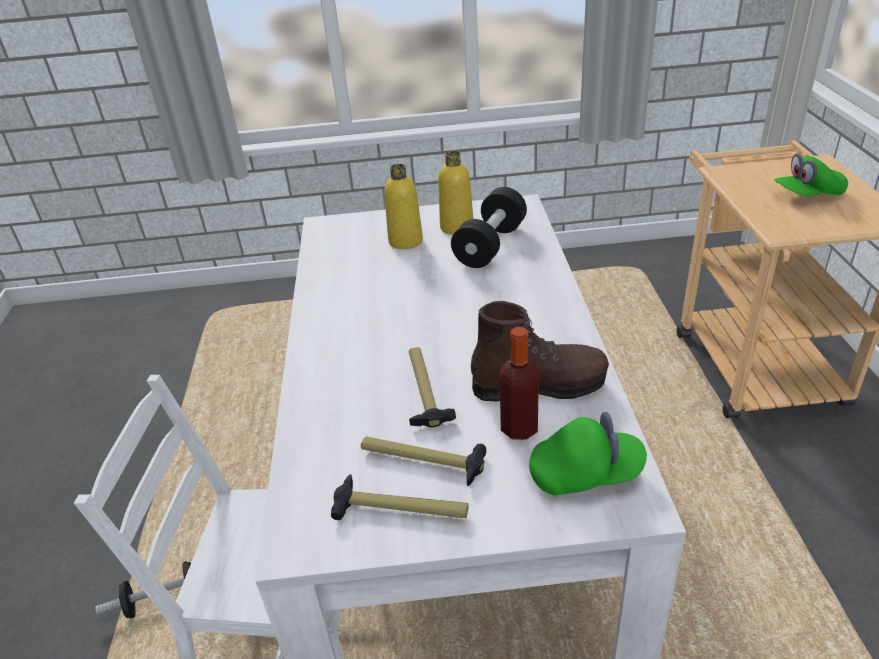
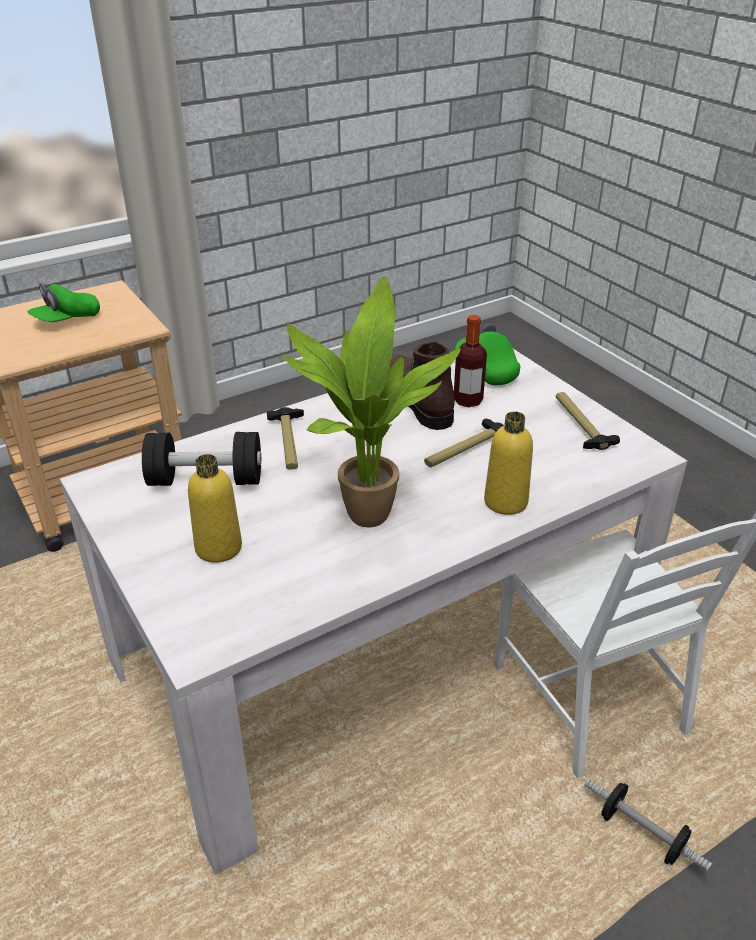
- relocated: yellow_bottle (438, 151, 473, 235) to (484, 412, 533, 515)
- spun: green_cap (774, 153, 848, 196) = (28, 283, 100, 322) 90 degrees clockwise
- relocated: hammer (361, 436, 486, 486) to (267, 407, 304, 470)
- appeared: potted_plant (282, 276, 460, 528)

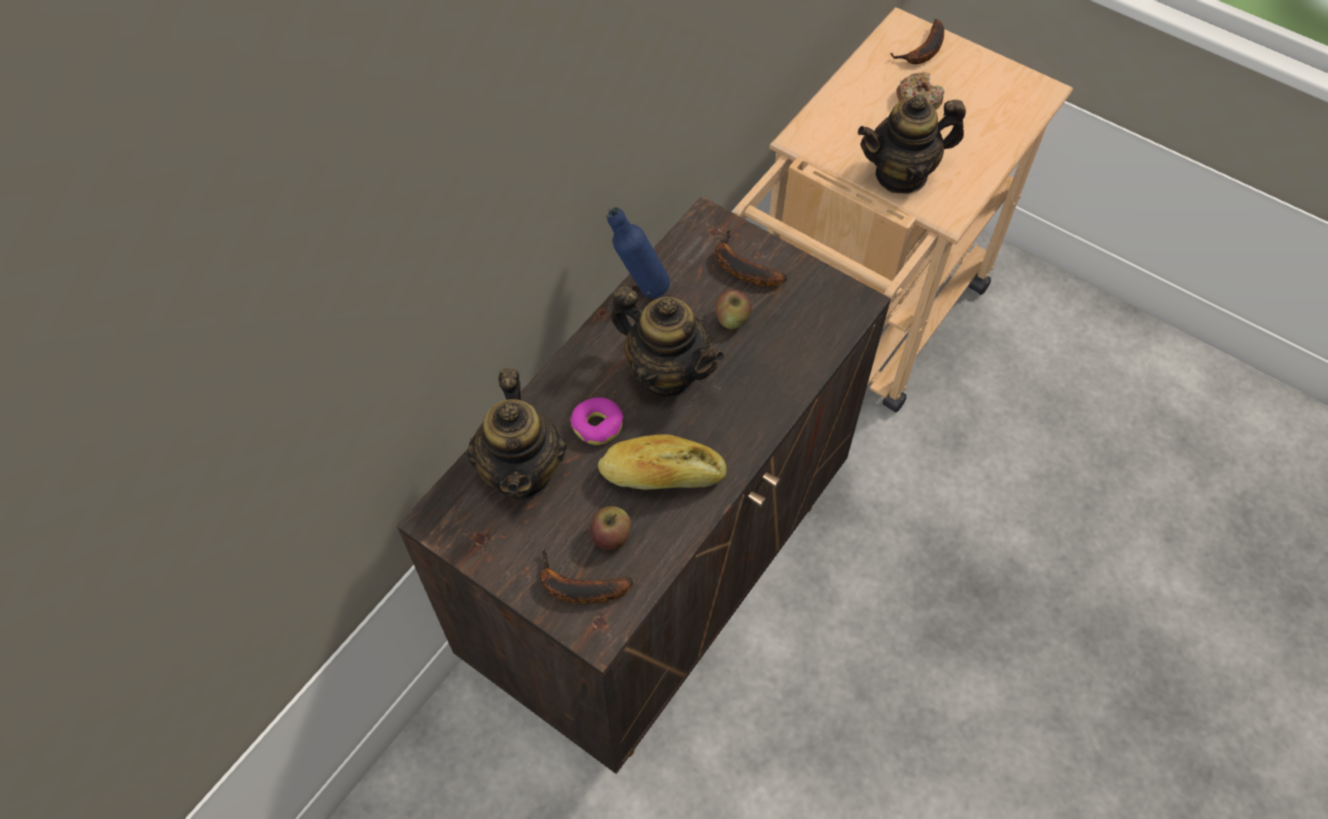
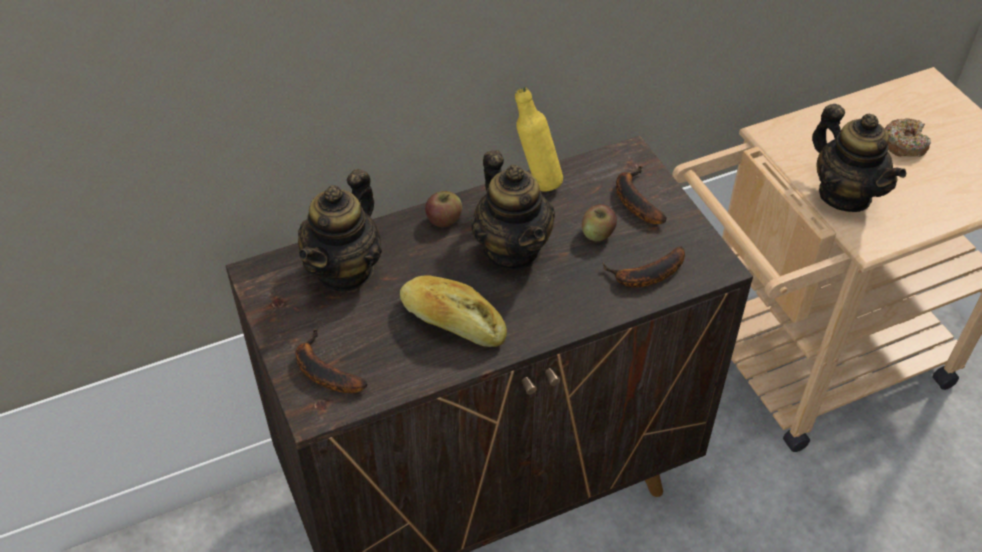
- relocated: banana (890, 19, 944, 64) to (602, 246, 685, 288)
- spun: teapot (858, 95, 966, 194) = (812, 104, 906, 212) 135 degrees counterclockwise
- colour: blue_bottle (607, 207, 670, 298) to yellow_bottle (515, 87, 563, 192)
- missing: donut (571, 397, 623, 445)
- relocated: apple (590, 506, 631, 550) to (425, 191, 462, 227)

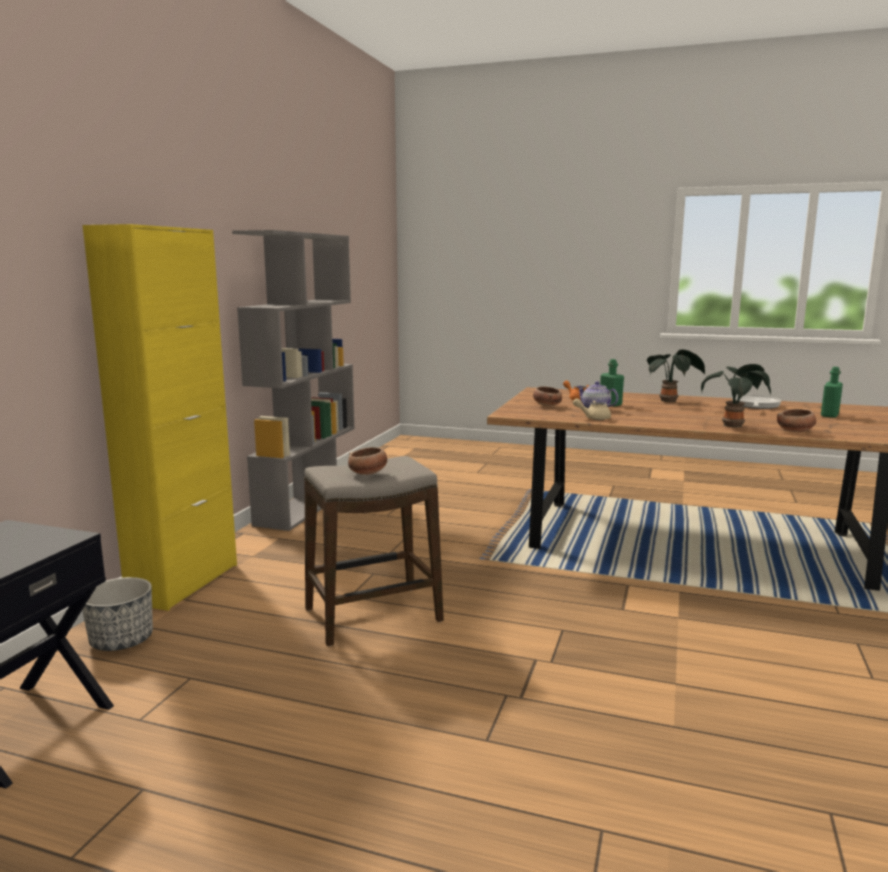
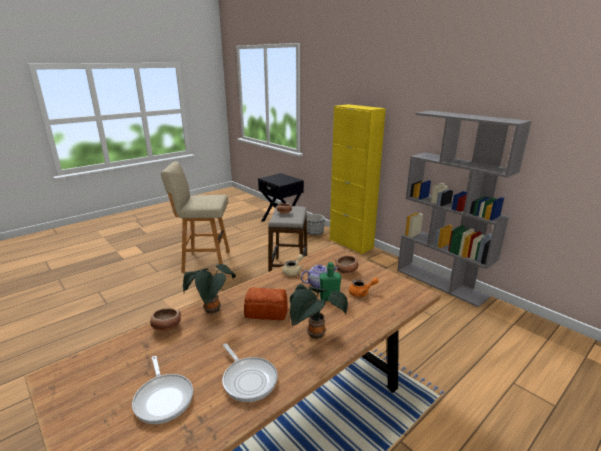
- exchanged: green_bottle (821, 367, 843, 418) to frying_pan (132, 356, 193, 424)
- appeared: beige_stool (161, 162, 230, 272)
- appeared: bread (244, 287, 288, 320)

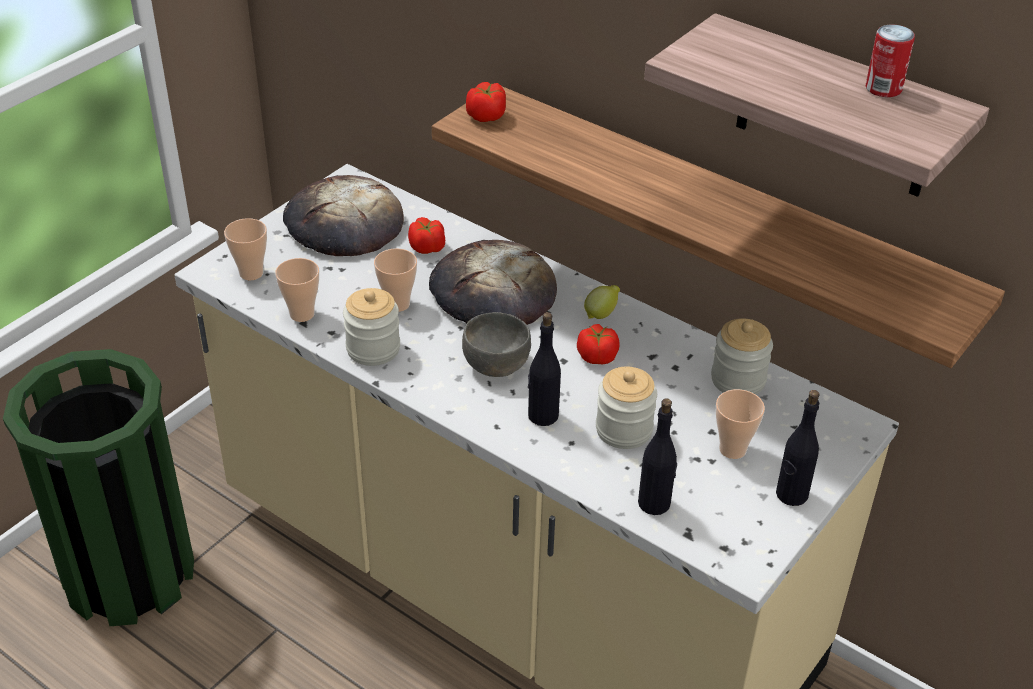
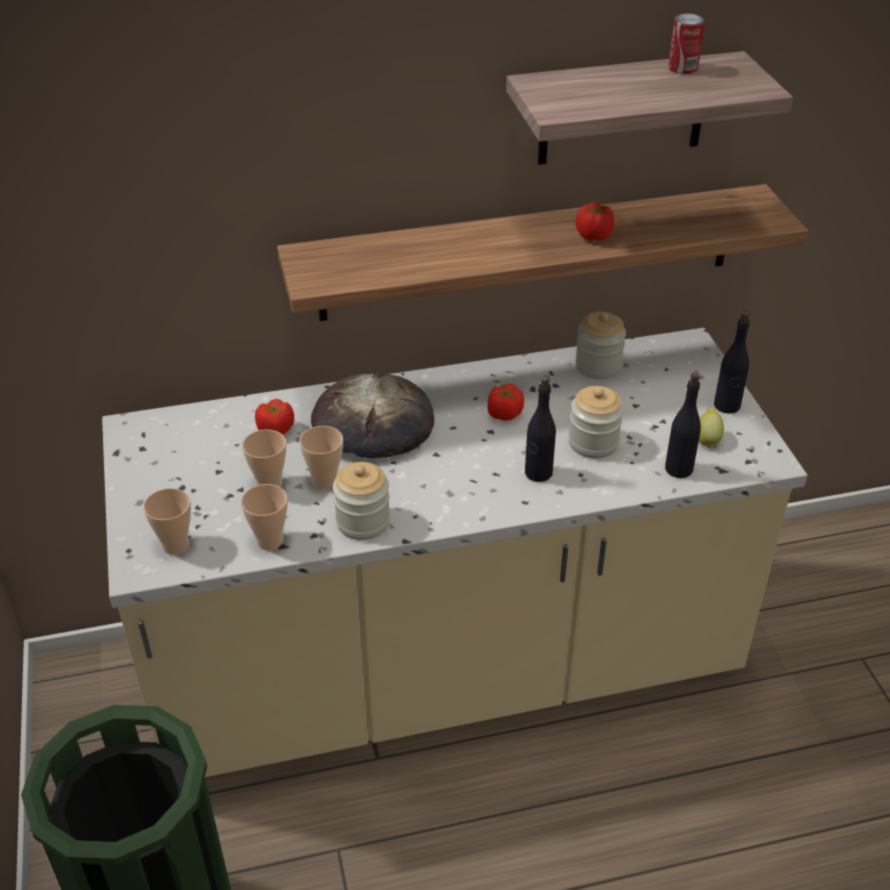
- relocated: tomato (466, 82, 506, 122) to (576, 202, 615, 241)
- missing: bread (283, 175, 404, 256)
- relocated: lemon (584, 285, 620, 319) to (699, 407, 724, 448)
- missing: grey_bowl (462, 312, 531, 377)
- relocated: cup (715, 389, 765, 459) to (242, 429, 286, 487)

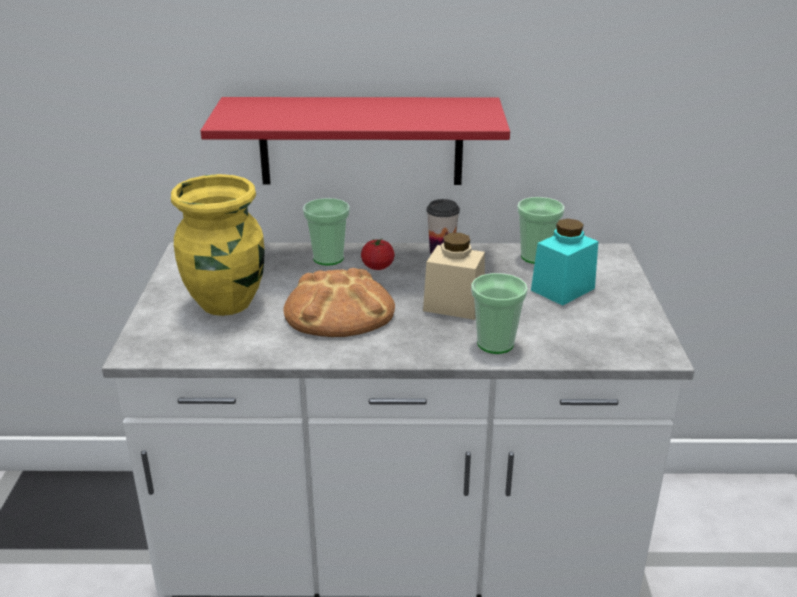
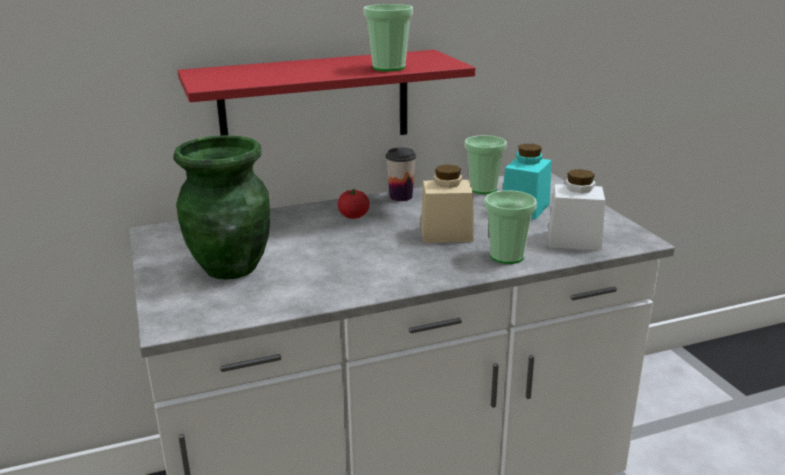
- colour: yellow_vase (171, 174, 265, 316) to green_vase (173, 135, 270, 280)
- relocated: cup (303, 198, 350, 265) to (363, 4, 413, 72)
- missing: bread (283, 268, 395, 337)
- appeared: white_jar (548, 169, 605, 251)

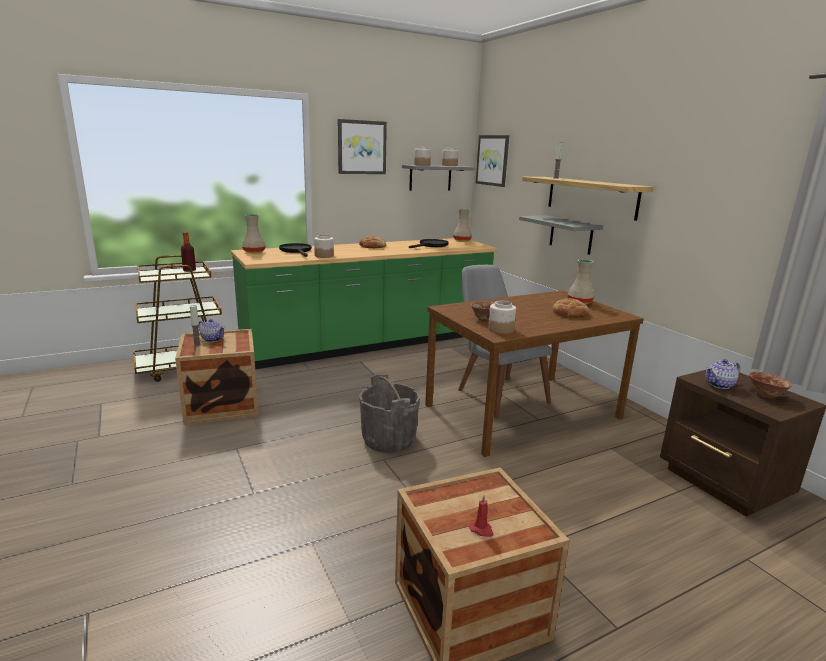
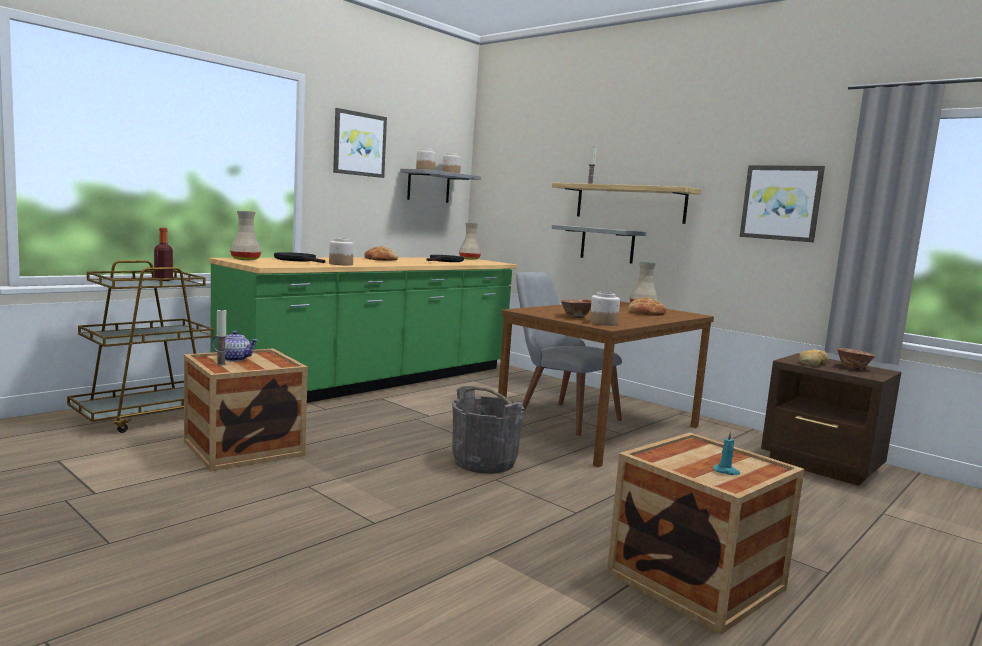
- relocated: picture (476, 135, 509, 187) to (740, 165, 825, 242)
- exchanged: teapot (705, 359, 740, 389) to bread (799, 349, 829, 366)
- colour: red_candle (469, 495, 493, 537) to turquoise_candle (713, 431, 740, 475)

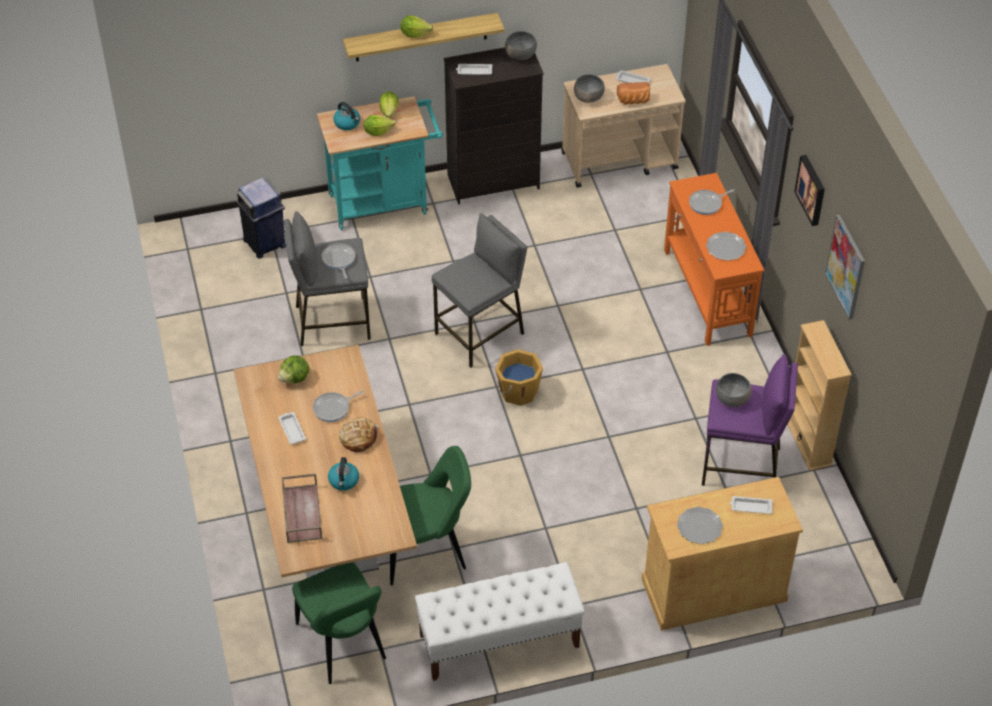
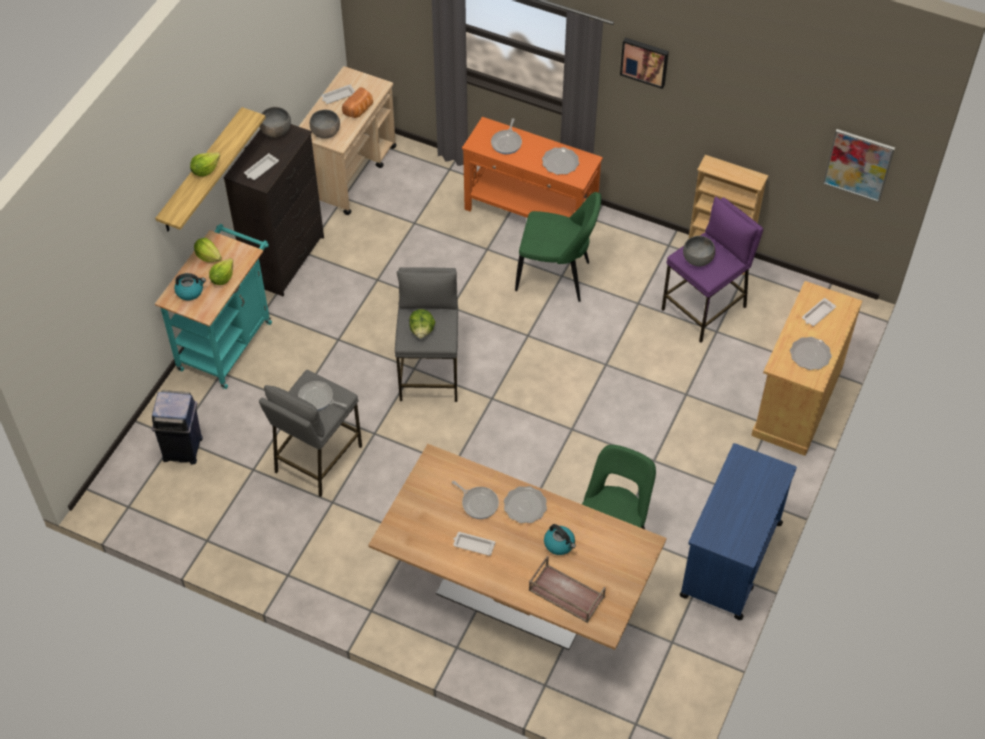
- relocated: picture (825, 215, 865, 320) to (823, 129, 895, 202)
- missing: orange_bucket (495, 349, 543, 406)
- relocated: lettuce (278, 355, 309, 384) to (409, 309, 435, 339)
- spun: frying_pan (313, 391, 364, 422) = (452, 481, 499, 519) 60 degrees counterclockwise
- exchanged: bread (339, 417, 379, 452) to plate (504, 486, 547, 523)
- relocated: green_chair (292, 562, 386, 684) to (515, 192, 601, 302)
- exchanged: white_bench (415, 562, 585, 681) to blue_cart (680, 443, 797, 620)

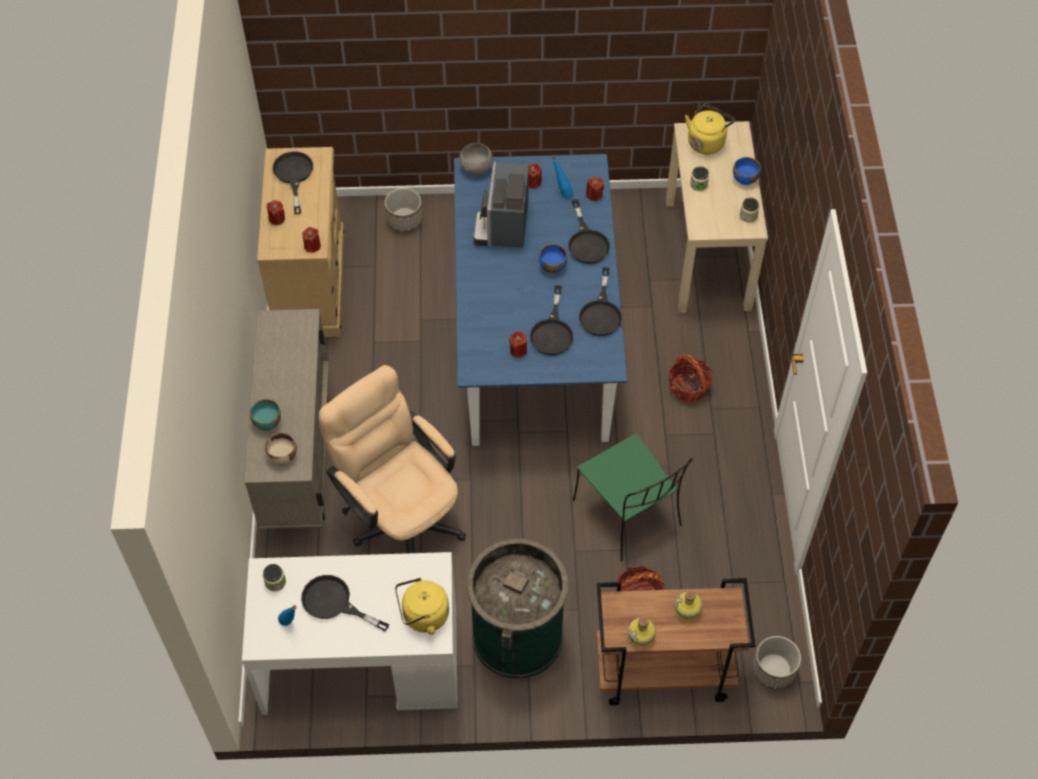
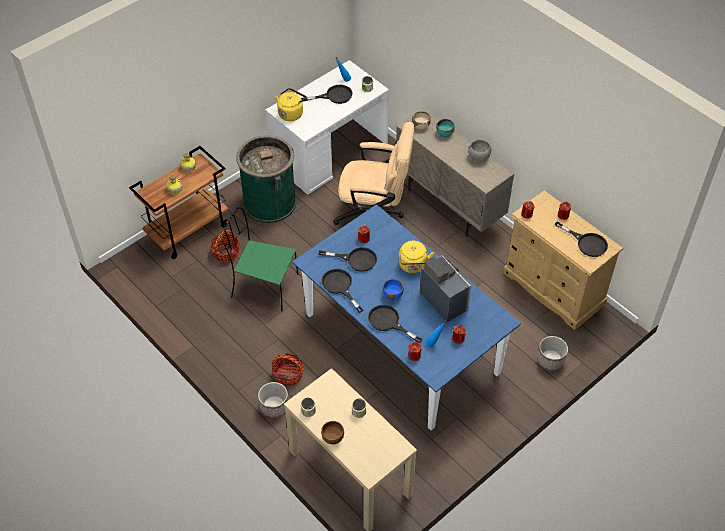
- relocated: yellow_kettle (685, 104, 735, 154) to (399, 241, 434, 273)
- relocated: grey_bowl (459, 143, 493, 175) to (468, 140, 491, 162)
- colour: blue_bowl (733, 157, 761, 185) to brown_bowl (321, 421, 344, 445)
- spun: black_frying_pan (530, 285, 574, 355) = (319, 247, 377, 272) 135 degrees clockwise
- relocated: planter (752, 636, 801, 690) to (258, 382, 288, 418)

